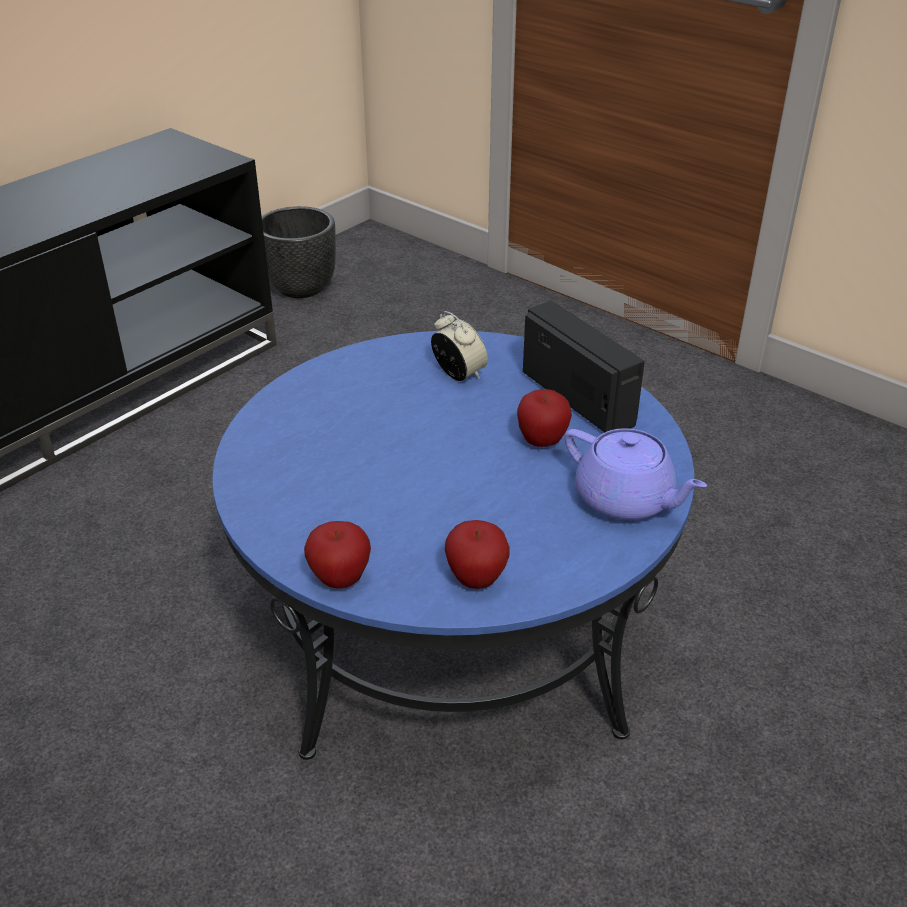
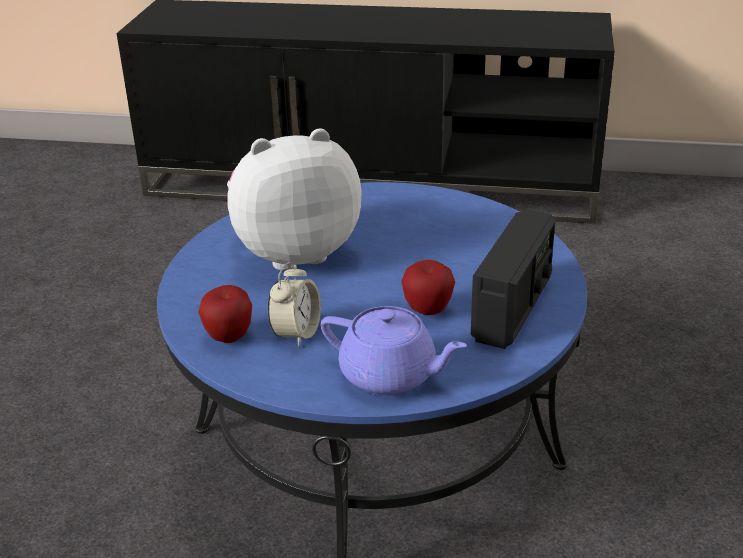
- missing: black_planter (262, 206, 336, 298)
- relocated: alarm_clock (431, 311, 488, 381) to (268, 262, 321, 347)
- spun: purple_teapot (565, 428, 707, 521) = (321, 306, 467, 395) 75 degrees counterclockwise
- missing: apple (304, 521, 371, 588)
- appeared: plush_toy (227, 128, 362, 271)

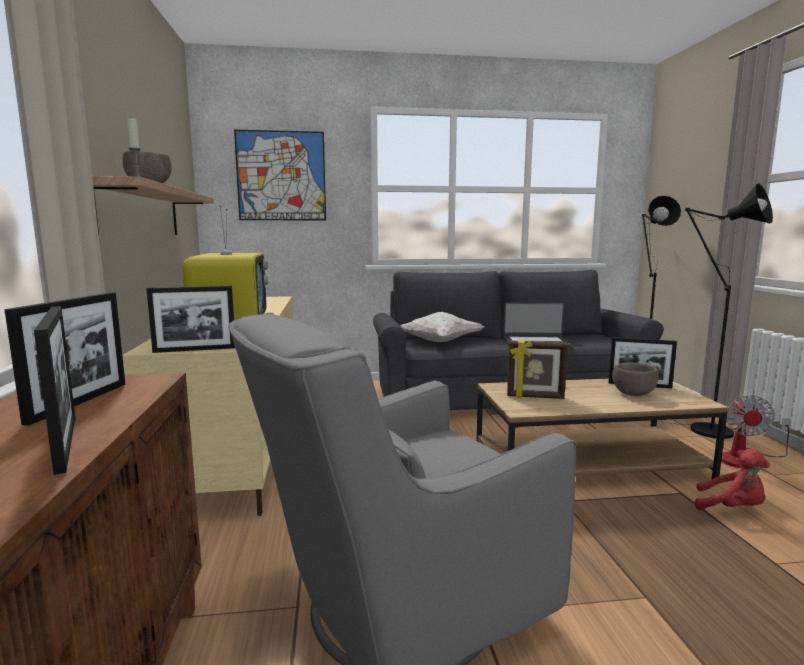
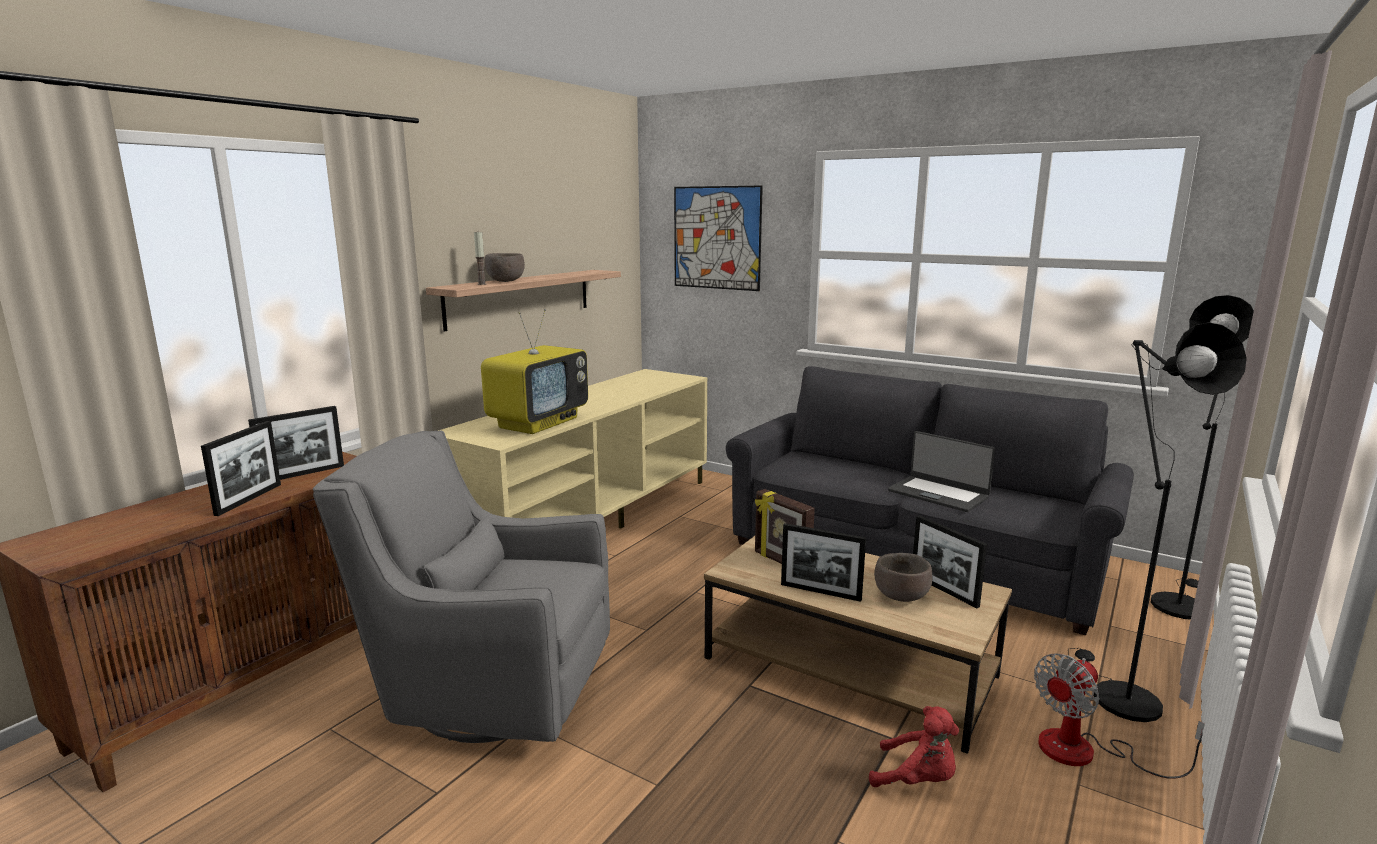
- relocated: picture_frame (147, 286, 235, 353) to (781, 523, 866, 602)
- missing: white_pillow (400, 312, 484, 342)
- spun: red_plush_toy (695, 449, 770, 510) = (869, 706, 959, 787) 45 degrees counterclockwise

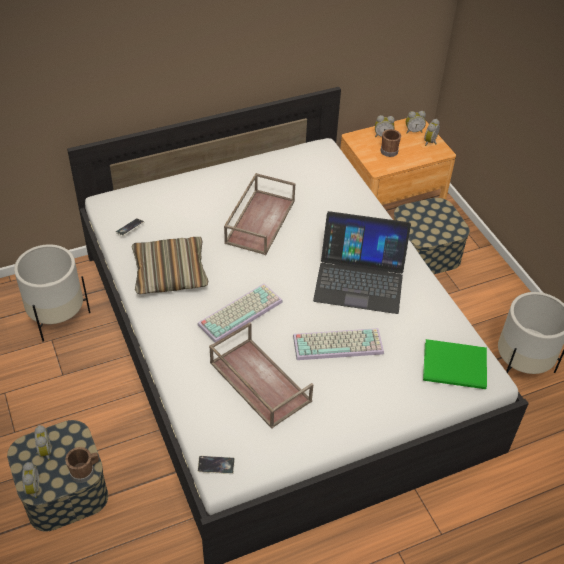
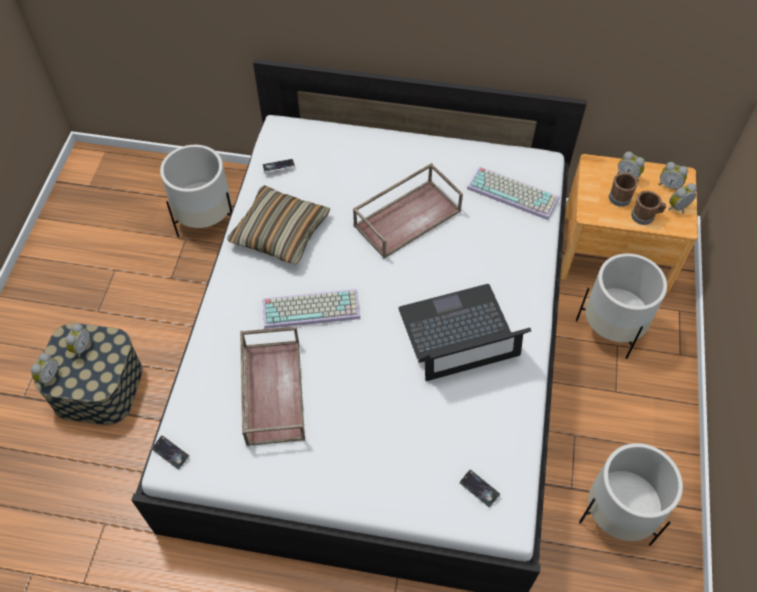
- exchanged: storage_box (394, 198, 470, 274) to white_planter (576, 253, 667, 359)
- spun: laptop (313, 211, 411, 314) = (398, 284, 531, 381) 120 degrees clockwise
- relocated: keyboard (293, 328, 384, 360) to (467, 166, 559, 220)
- exchanged: green_book (423, 339, 487, 389) to phone (459, 469, 500, 508)
- relocated: brown_mug (65, 447, 99, 483) to (631, 191, 666, 225)

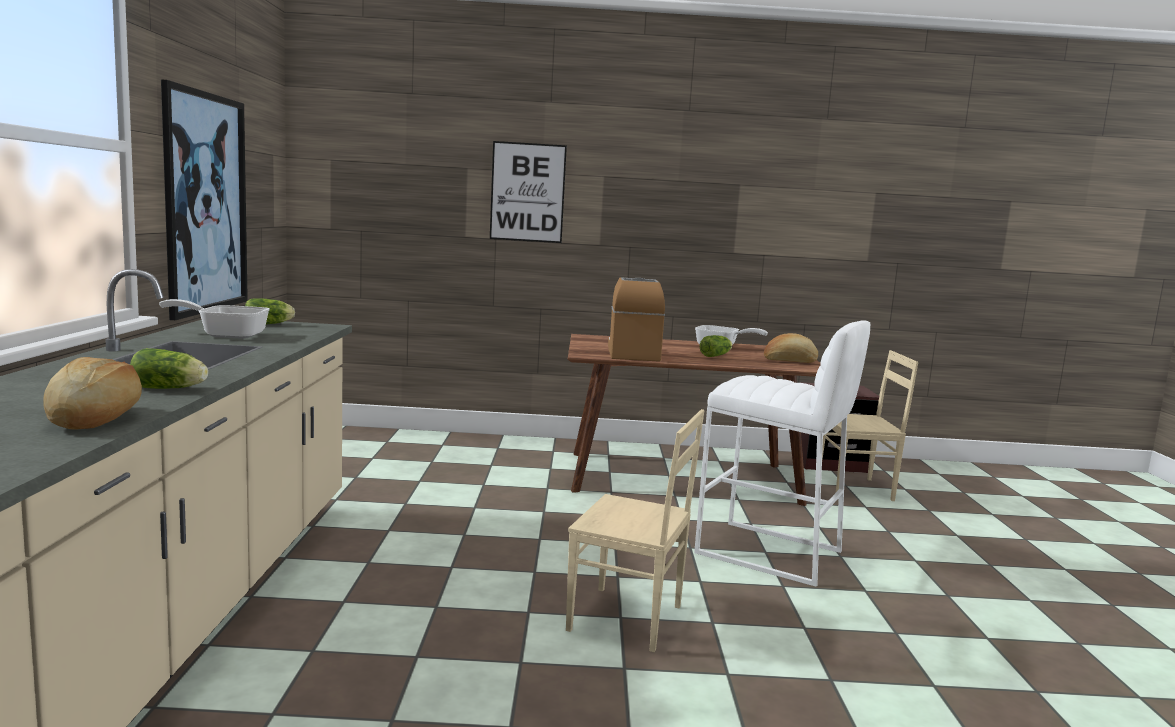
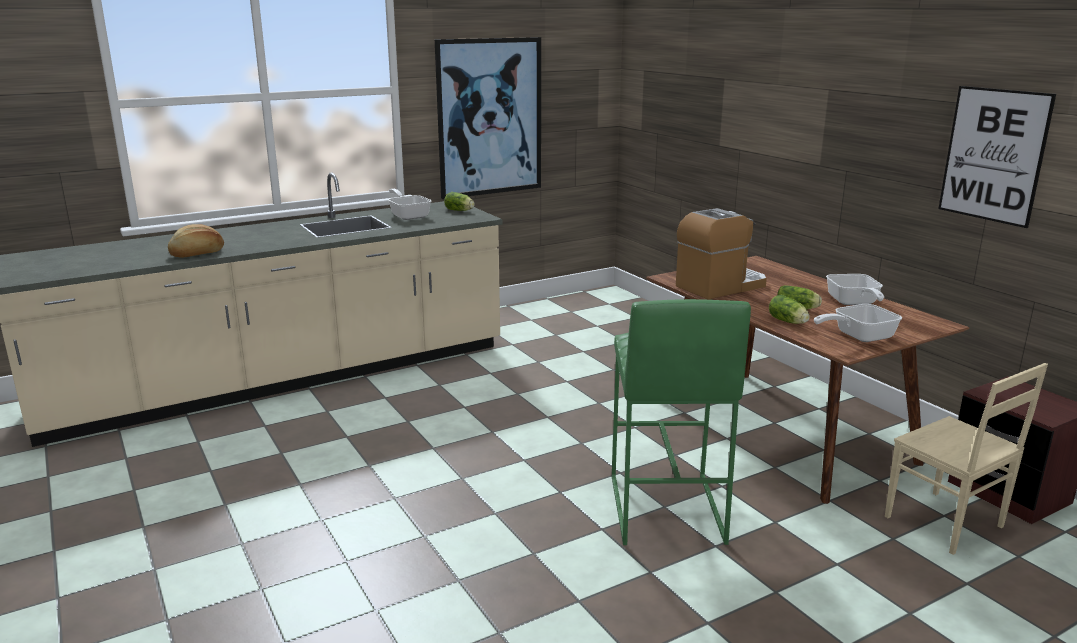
- relocated: picture (490, 141, 567, 243) to (938, 86, 1056, 228)
- colour: white_stool (694, 320, 871, 587) to green_stool (612, 299, 751, 545)
- exchanged: bread (764, 333, 818, 363) to frying_pan (814, 304, 902, 342)
- relocated: lettuce (130, 348, 208, 389) to (769, 295, 810, 324)
- missing: beige_chair (566, 409, 705, 652)

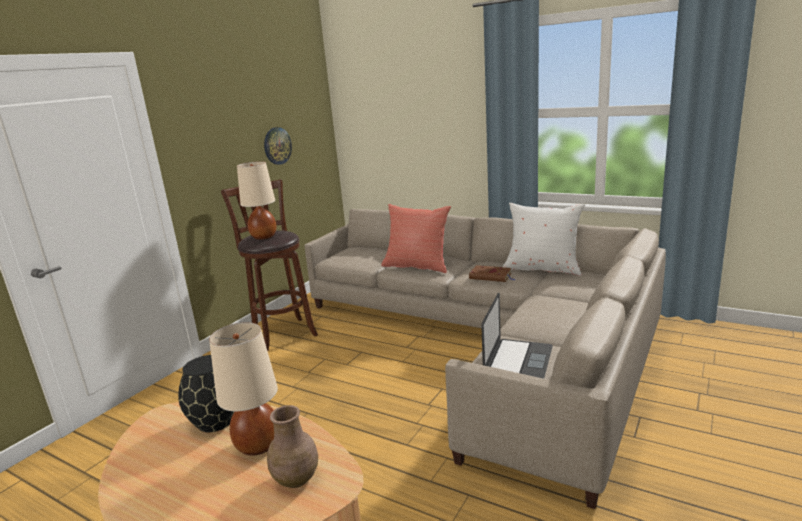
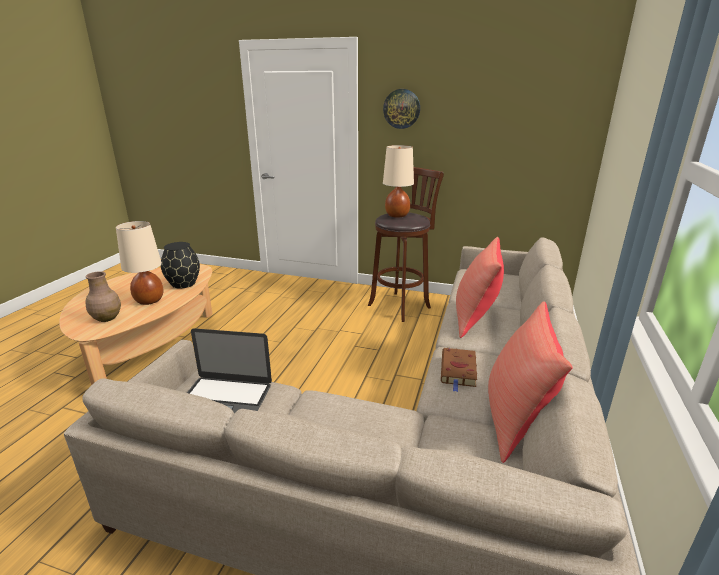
- relocated: wall_clock (264, 127, 292, 165) to (383, 89, 420, 129)
- colour: white_pillow (503, 203, 585, 276) to red_pillow (488, 301, 573, 463)

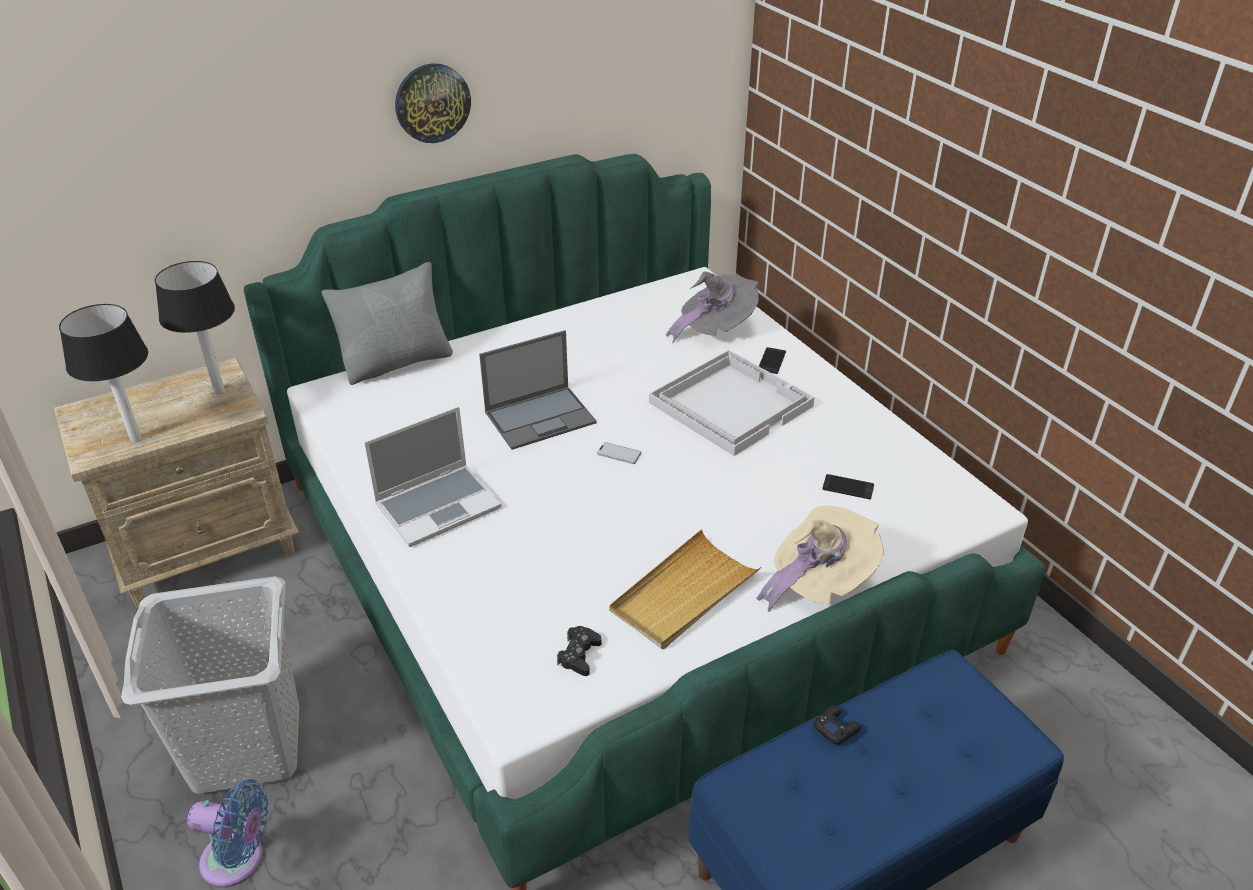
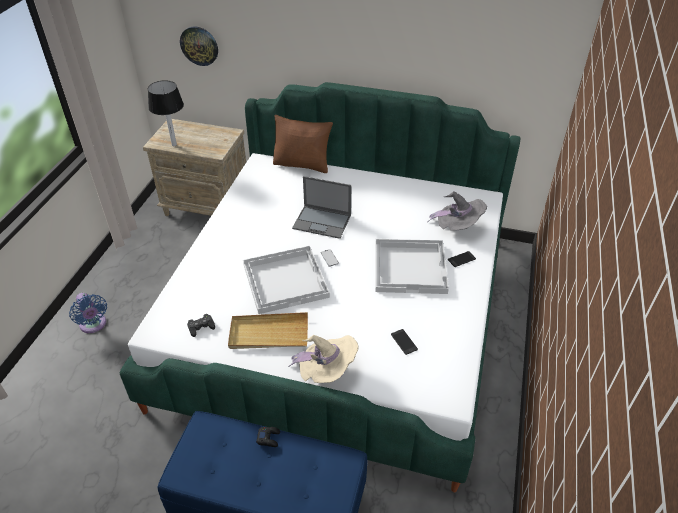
- relocated: wall_clock (395, 63, 471, 143) to (180, 26, 218, 66)
- missing: table_lamp (155, 261, 235, 394)
- colour: grey_pillow (321, 262, 453, 385) to brown_pillow (273, 115, 333, 173)
- missing: laptop (364, 406, 502, 547)
- missing: grey_laundry_basket (121, 576, 299, 794)
- appeared: white_tray (243, 246, 330, 314)

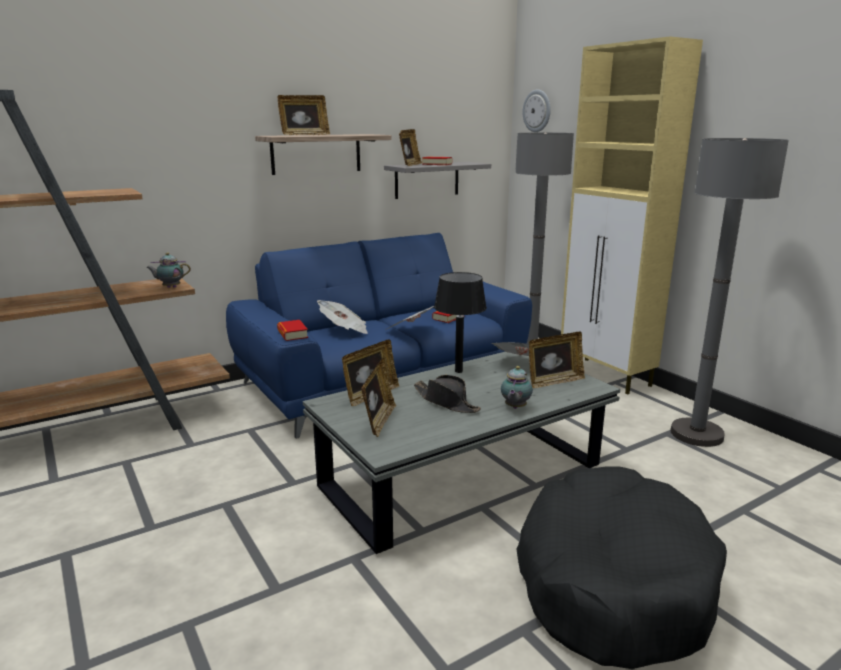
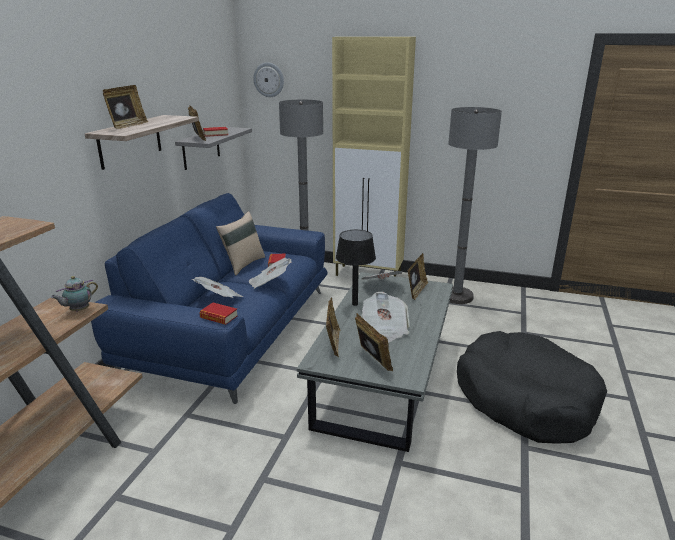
- missing: teapot (501, 366, 533, 409)
- exchanged: black_hat (414, 375, 481, 413) to newspaper (362, 292, 410, 343)
- appeared: beige_pillow (216, 211, 265, 276)

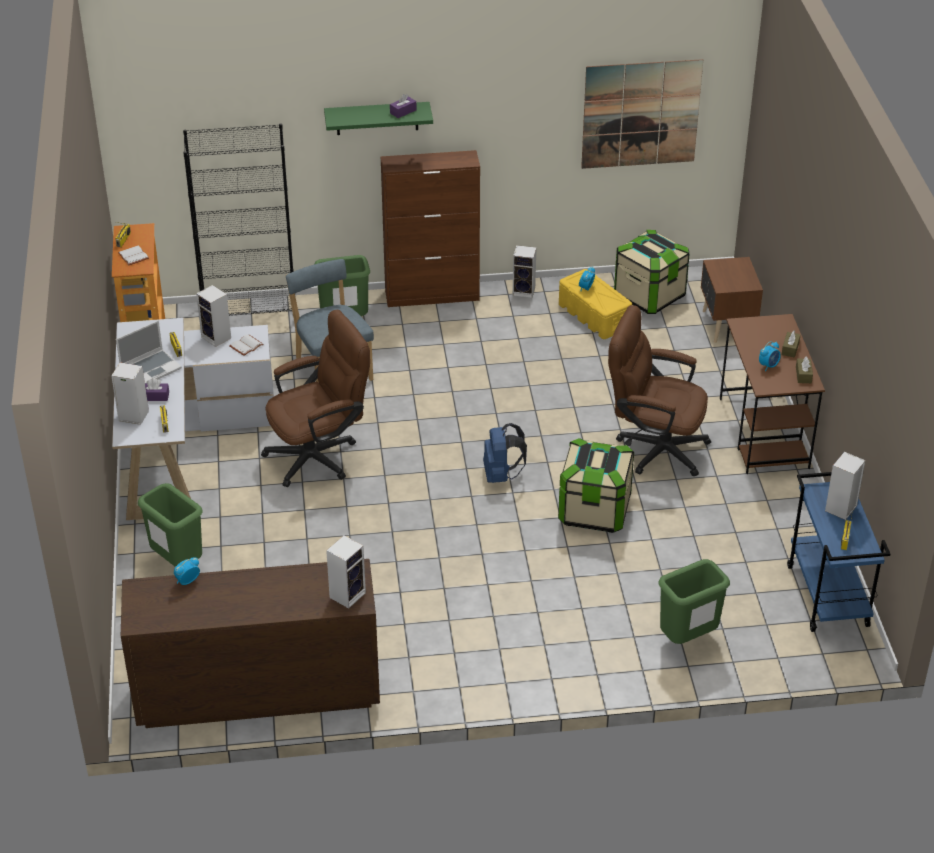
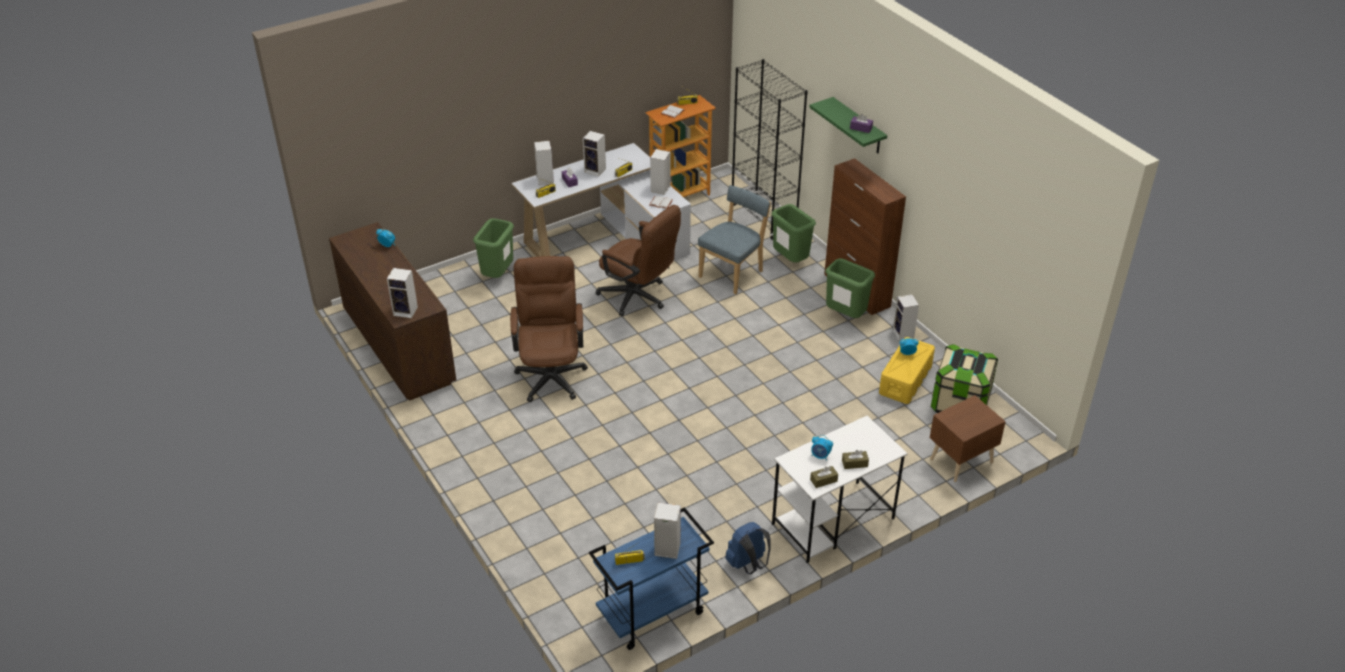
- missing: picture (581, 59, 703, 169)
- relocated: brown_office_chair (608, 305, 711, 476) to (510, 256, 588, 402)
- colour: brown_desk (720, 314, 825, 474) to white_desk (772, 416, 907, 563)
- exchanged: laptop (116, 320, 182, 383) to speaker (583, 131, 606, 176)
- relocated: blue_backpack (483, 423, 527, 483) to (725, 522, 771, 574)
- missing: storage_box (558, 438, 634, 533)
- relocated: green_trash_can (659, 559, 730, 644) to (826, 258, 875, 318)

